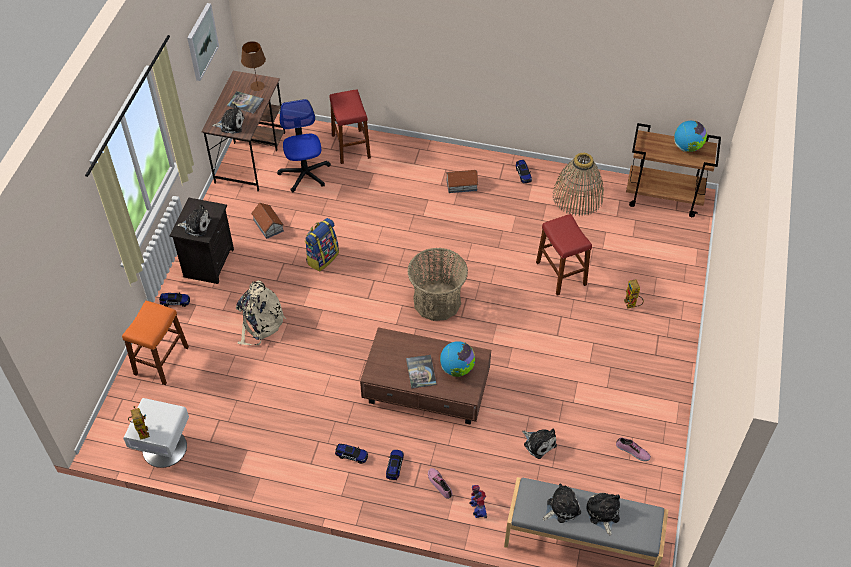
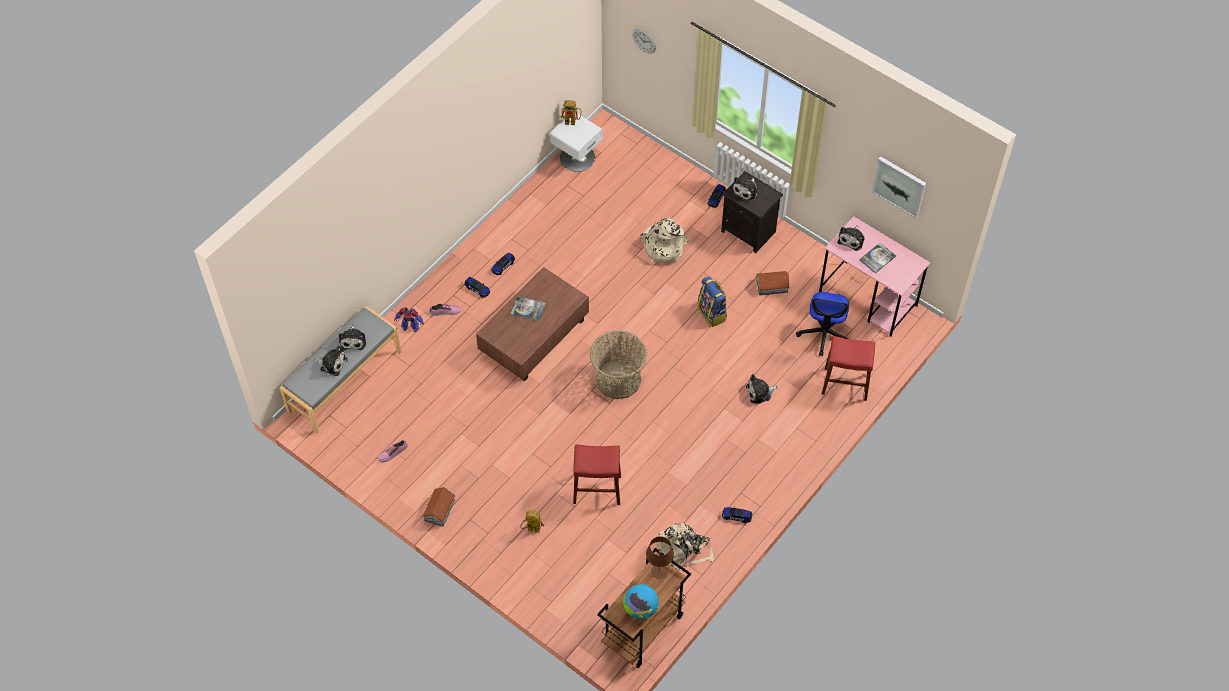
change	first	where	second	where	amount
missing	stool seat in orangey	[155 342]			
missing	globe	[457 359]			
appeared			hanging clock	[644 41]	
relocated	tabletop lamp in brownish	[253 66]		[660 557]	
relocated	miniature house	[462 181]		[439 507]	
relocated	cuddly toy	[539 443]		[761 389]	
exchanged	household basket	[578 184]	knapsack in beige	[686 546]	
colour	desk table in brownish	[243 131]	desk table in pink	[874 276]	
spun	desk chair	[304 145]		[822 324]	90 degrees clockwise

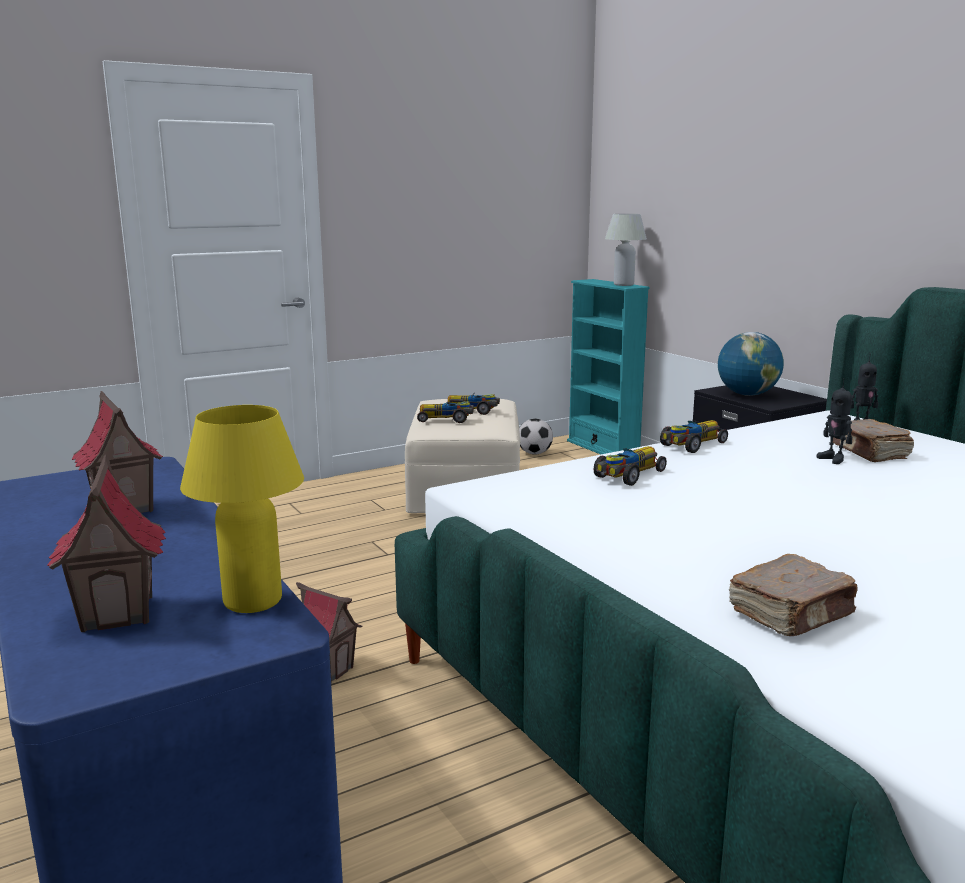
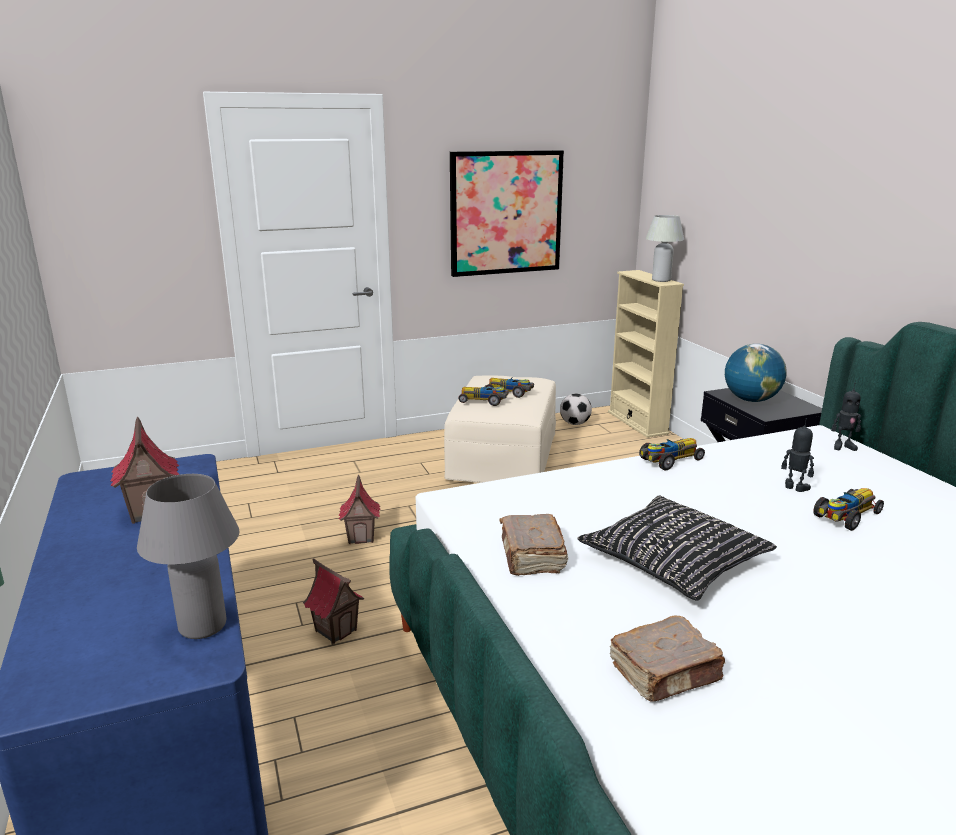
change	first	where	second	where	amount
appeared			wall art	[507 213]	
appeared			cushion in blackish	[677 548]	
relocated	miniature house	[106 543]		[360 509]	
relocated	toy car	[630 466]		[848 509]	
relocated	book in brownish	[873 440]		[534 545]	
colour	tabletop lamp in yellowish	[242 509]	tabletop lamp in gray	[188 556]	
colour	shelving unit in turquoise	[608 367]	shelving unit in beige	[646 354]	
spun	robot figure	[834 421]		[797 455]	150 degrees clockwise

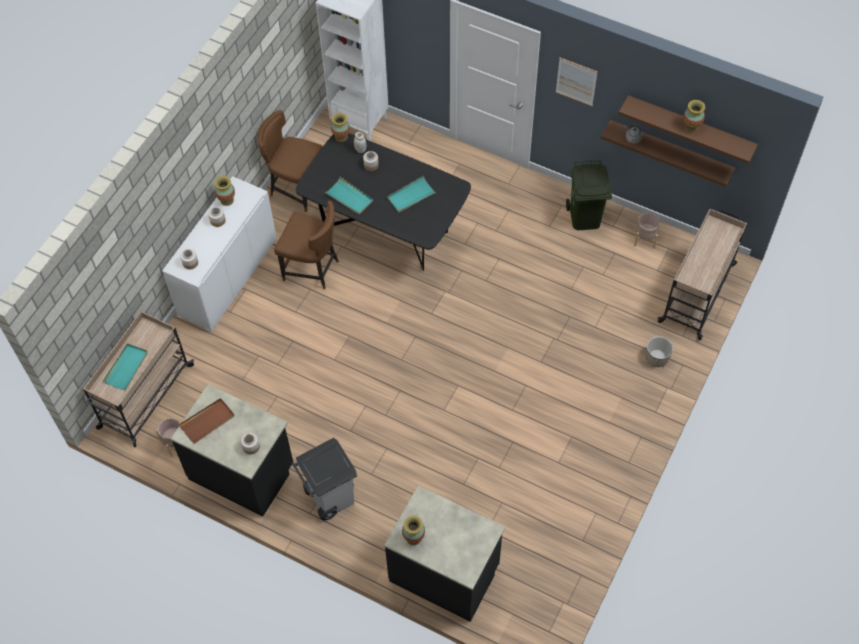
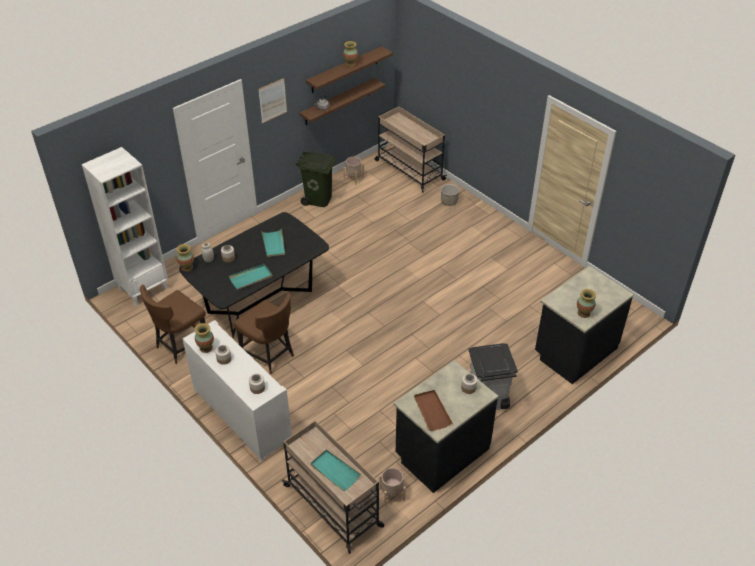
change	first	where	second	where	amount
spun	upright chair in brownish	[306 245]		[263 333]	90 degrees clockwise

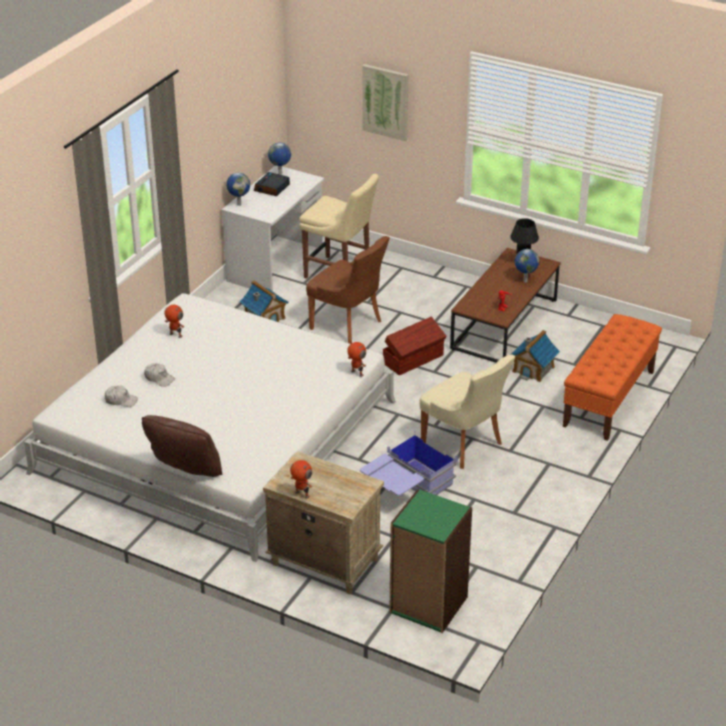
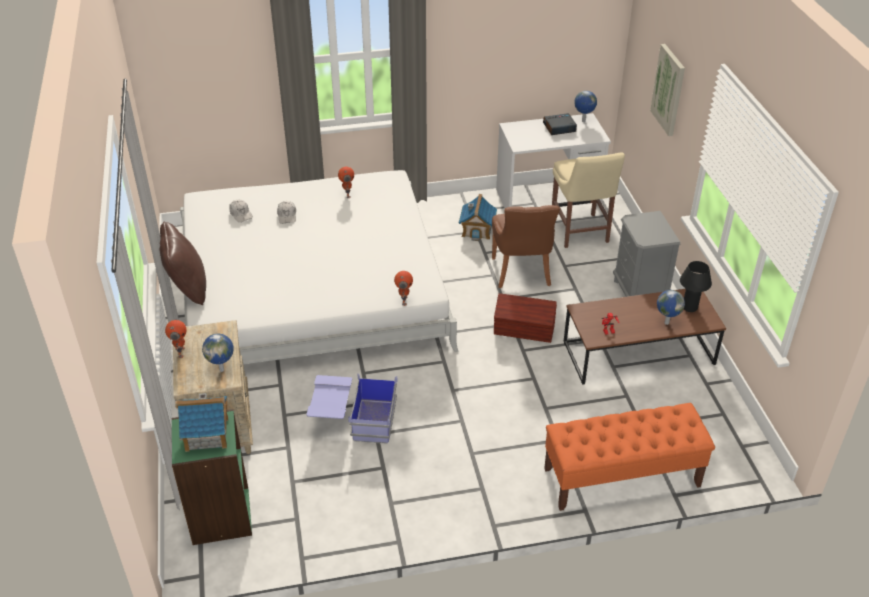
change	first	where	second	where	amount
missing	upright chair in beige	[467 411]			
appeared			nightstand in gray	[646 254]	
relocated	globe	[238 189]		[218 353]	
relocated	miniature house	[535 356]		[201 422]	

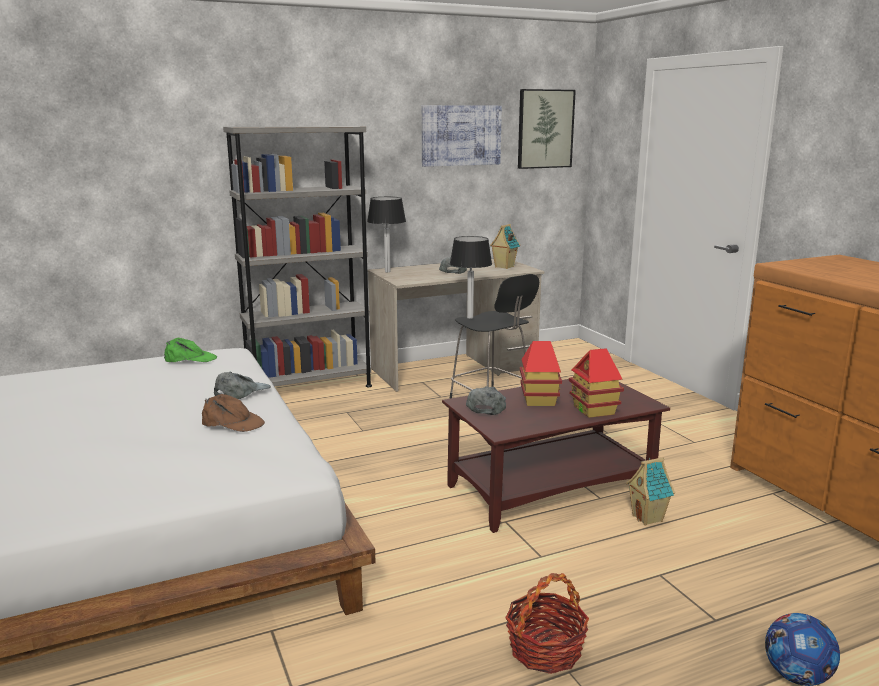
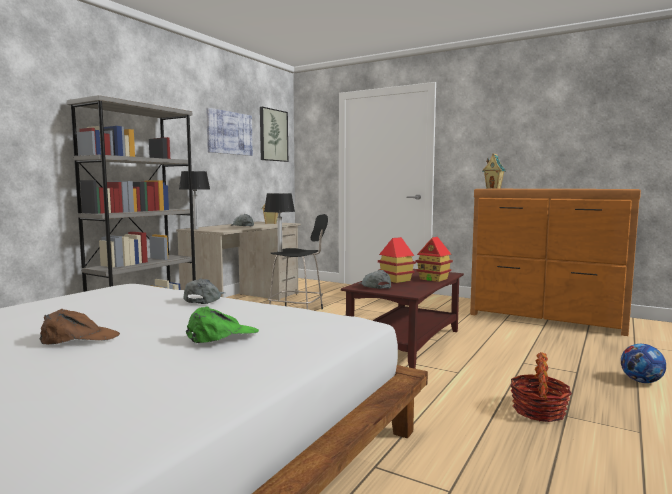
change	first	where	second	where	amount
relocated	peaked cap in green-coloured	[190 350]		[222 324]	
relocated	peaked cap in brownish	[233 413]		[80 326]	
relocated	miniature house	[650 491]		[494 171]	

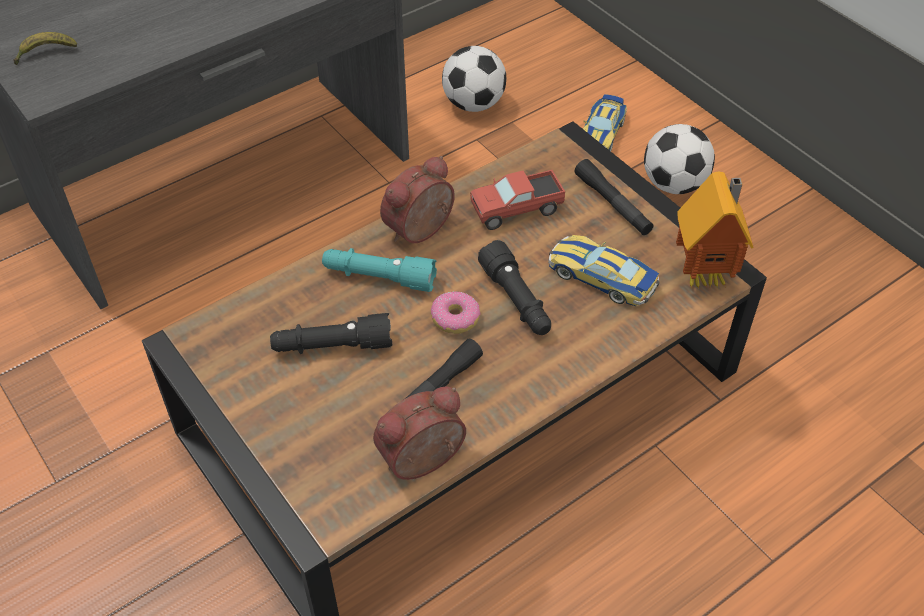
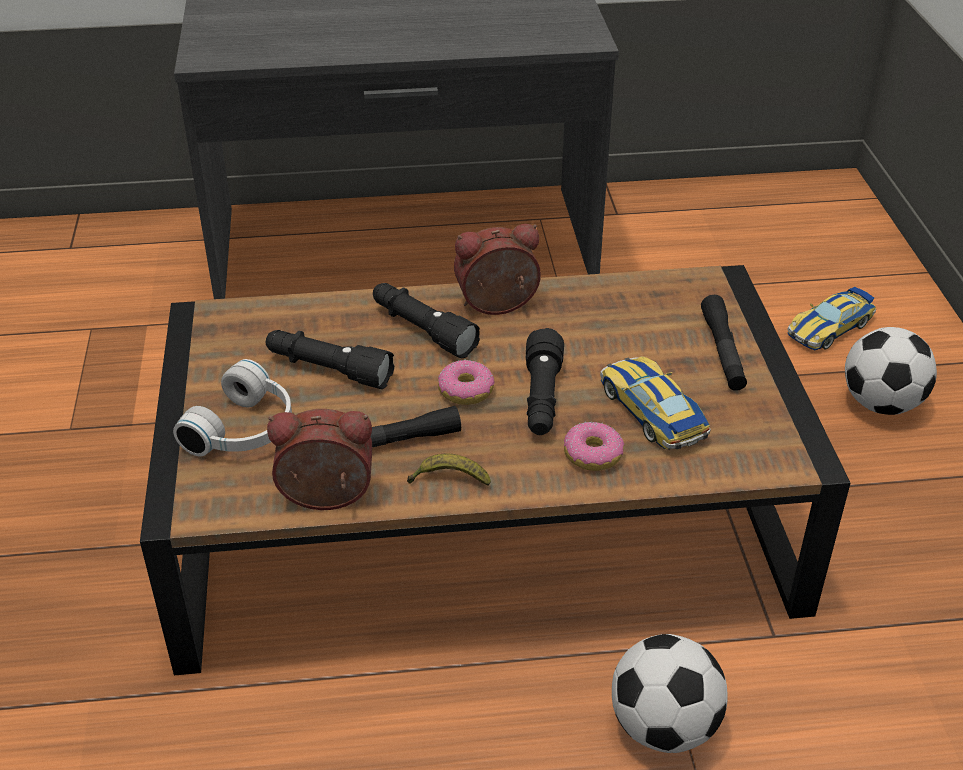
change	first	where	second	where	amount
missing	toy lorry	[517 200]			
missing	miniature house	[715 230]			
appeared			headset in white-coloured	[232 408]	
appeared			ring doughnut	[594 446]	
relocated	banana fruit	[45 48]		[449 469]	
relocated	ball for football	[474 79]		[670 693]	
colour	torch in turquoise	[379 270]	torch in blackish	[426 320]	

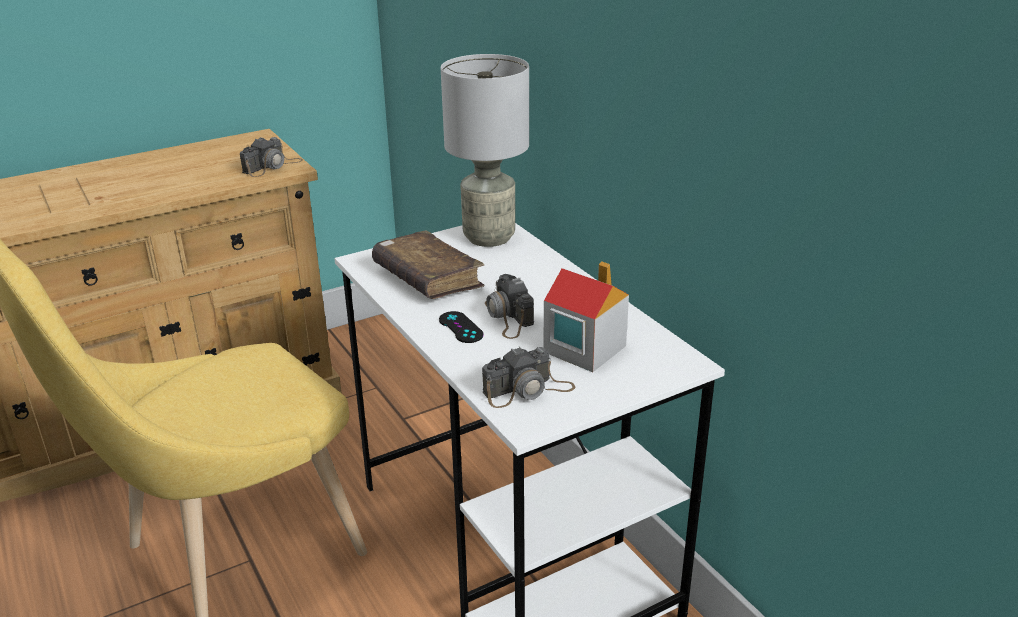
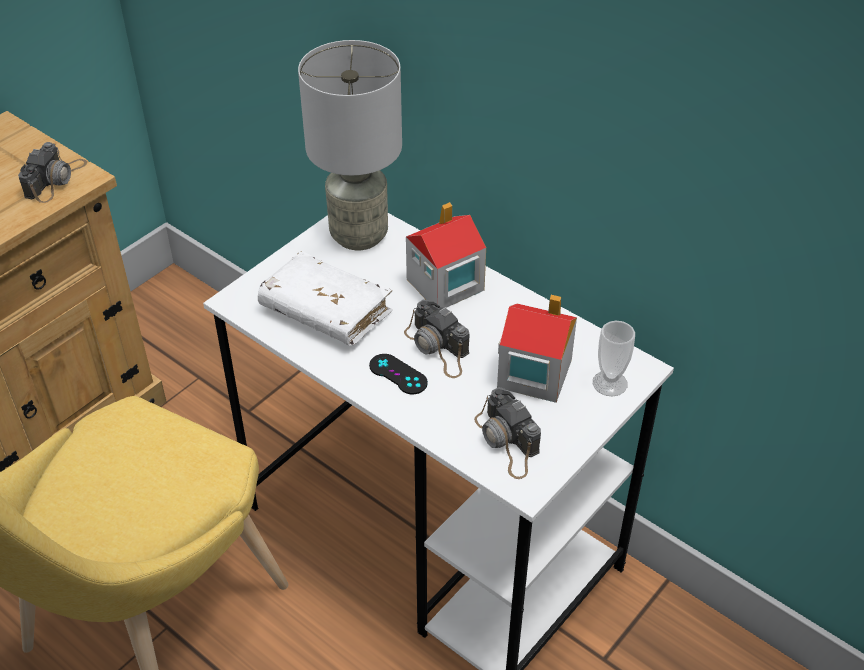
change	first	where	second	where	amount
appeared			miniature house	[446 255]	
appeared			drinking cup	[614 358]	
colour	book in brownish	[428 264]	book in white-coloured	[325 298]	
spun	still camera	[529 377]		[507 433]	105 degrees clockwise

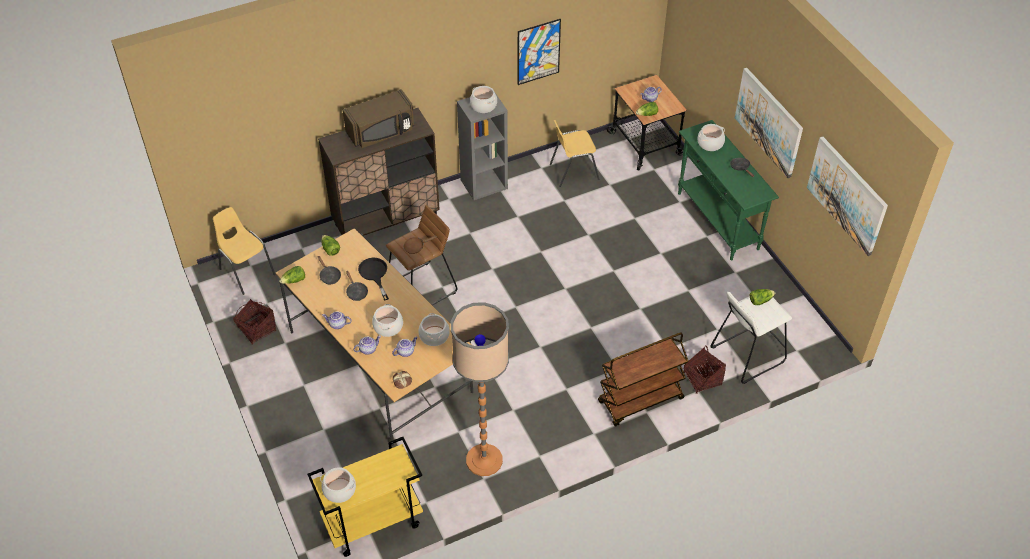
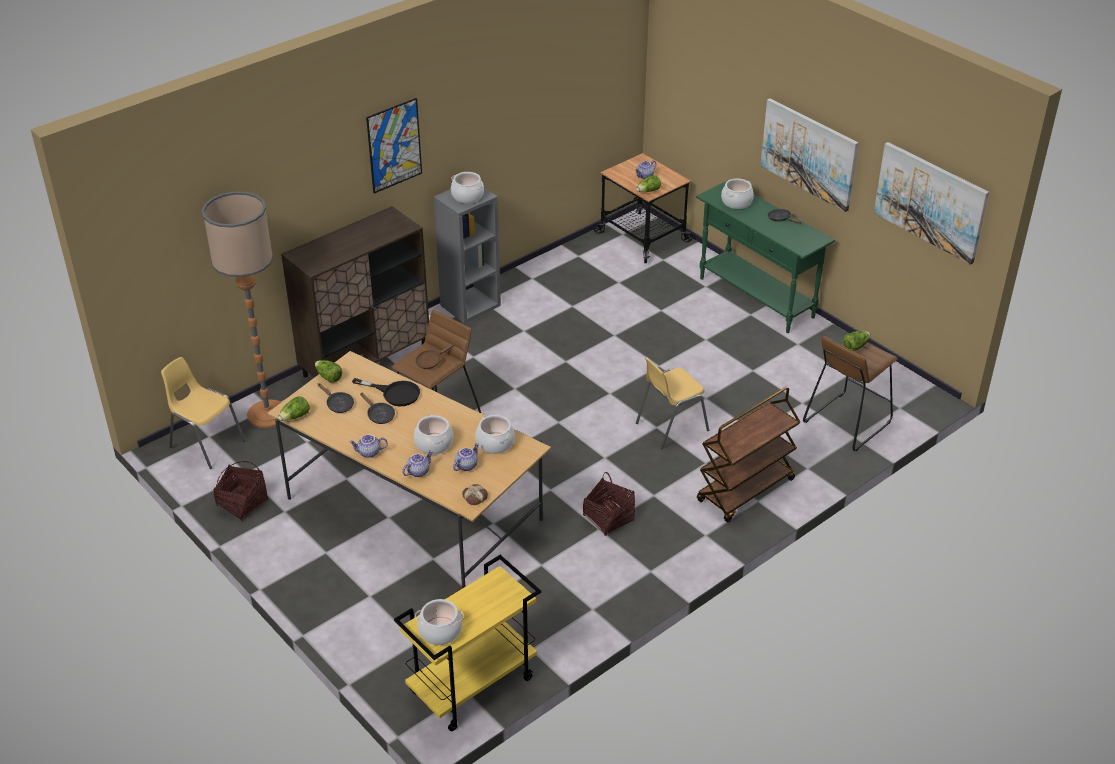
change	first	where	second	where	amount
missing	microwave oven in brownish	[378 118]			
relocated	floor lamp	[480 389]		[241 309]	
relocated	wall art	[539 52]		[394 146]	
relocated	upright chair in yellowish	[574 153]		[672 403]	
relocated	household basket	[704 369]		[609 504]	
colour	stool seat in white-coloured	[751 338]	stool seat in brownish	[850 393]	
spun	skillet in blackish	[373 279]		[386 392]	150 degrees clockwise

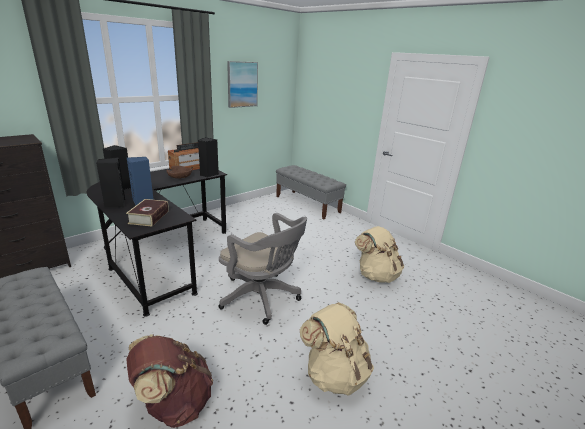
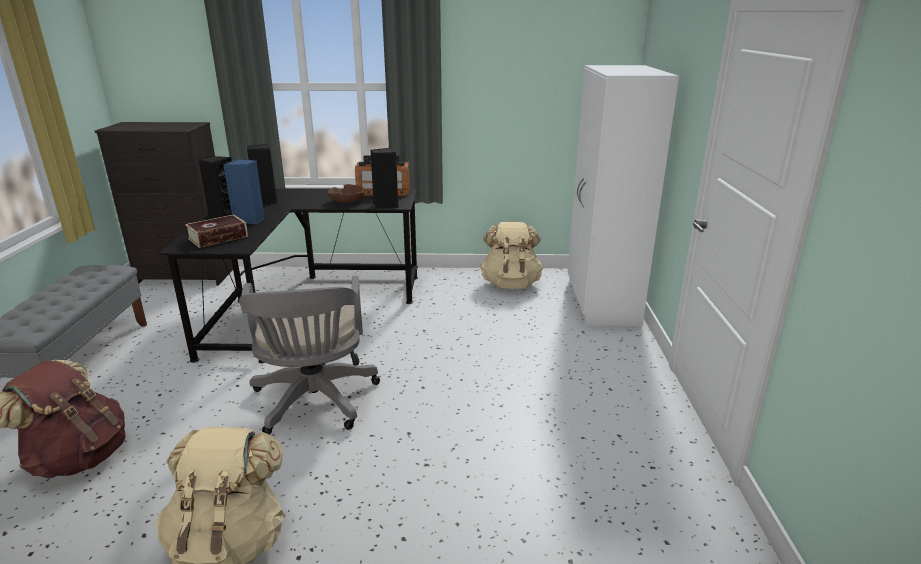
change	first	where	second	where	amount
missing	wall art	[242 84]			
relocated	knapsack in beige	[379 254]		[512 255]	
exchanged	long seat in gray	[311 192]	wardrobe in white-coloured	[623 195]	

